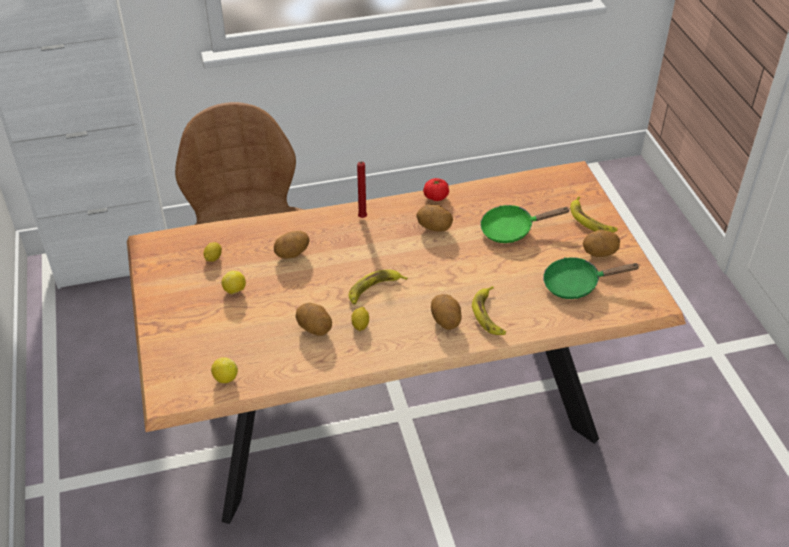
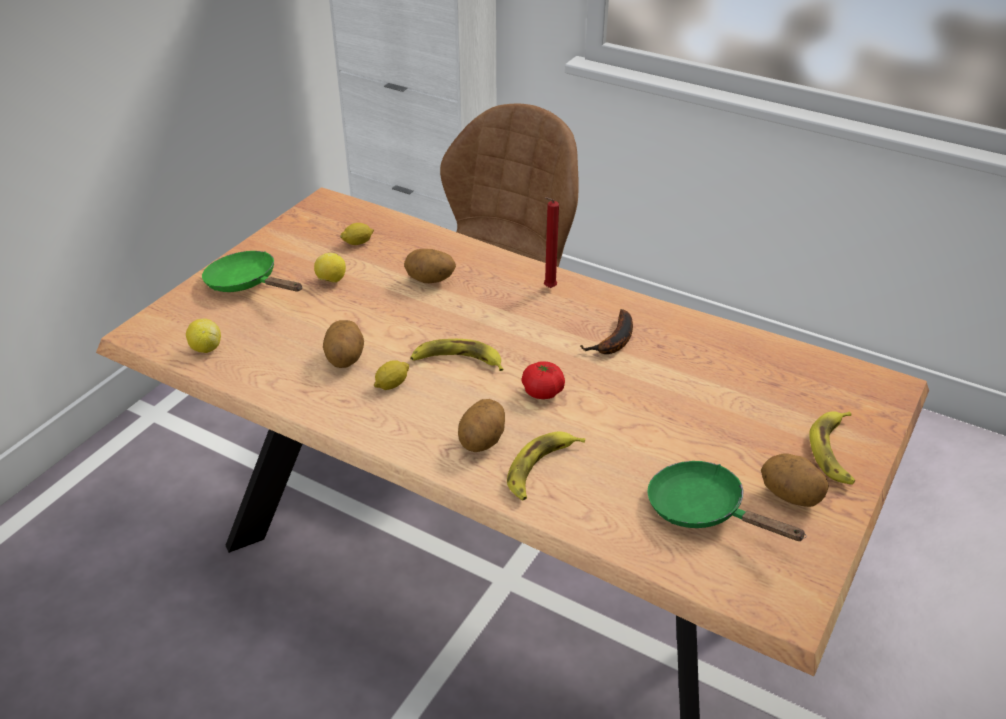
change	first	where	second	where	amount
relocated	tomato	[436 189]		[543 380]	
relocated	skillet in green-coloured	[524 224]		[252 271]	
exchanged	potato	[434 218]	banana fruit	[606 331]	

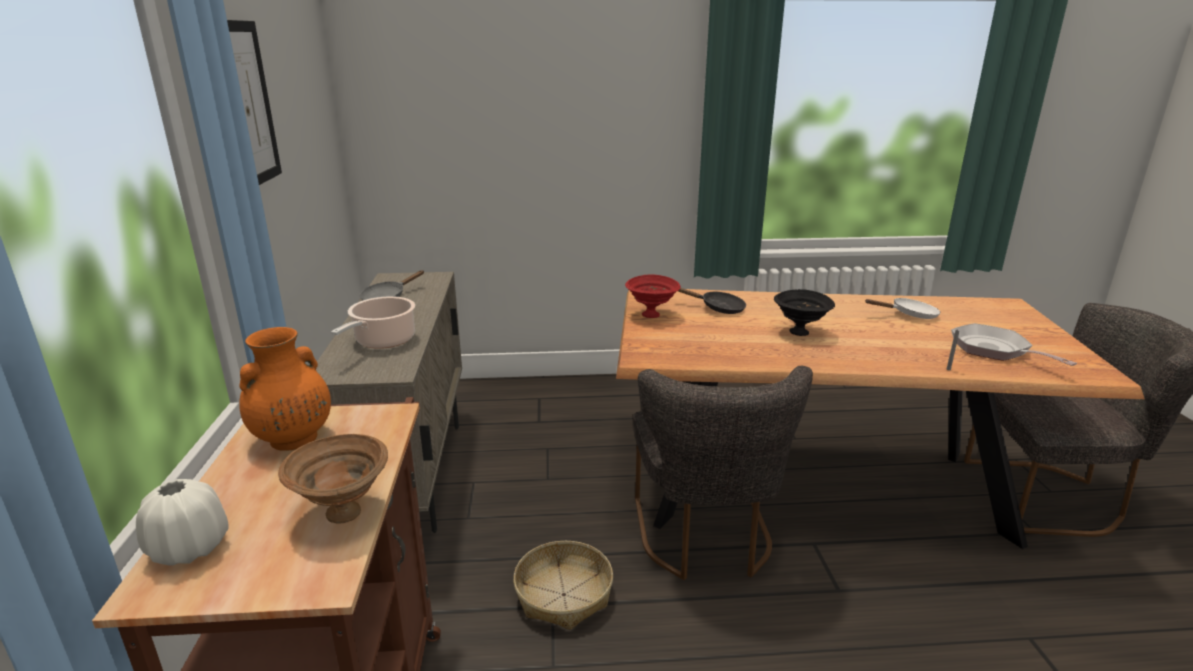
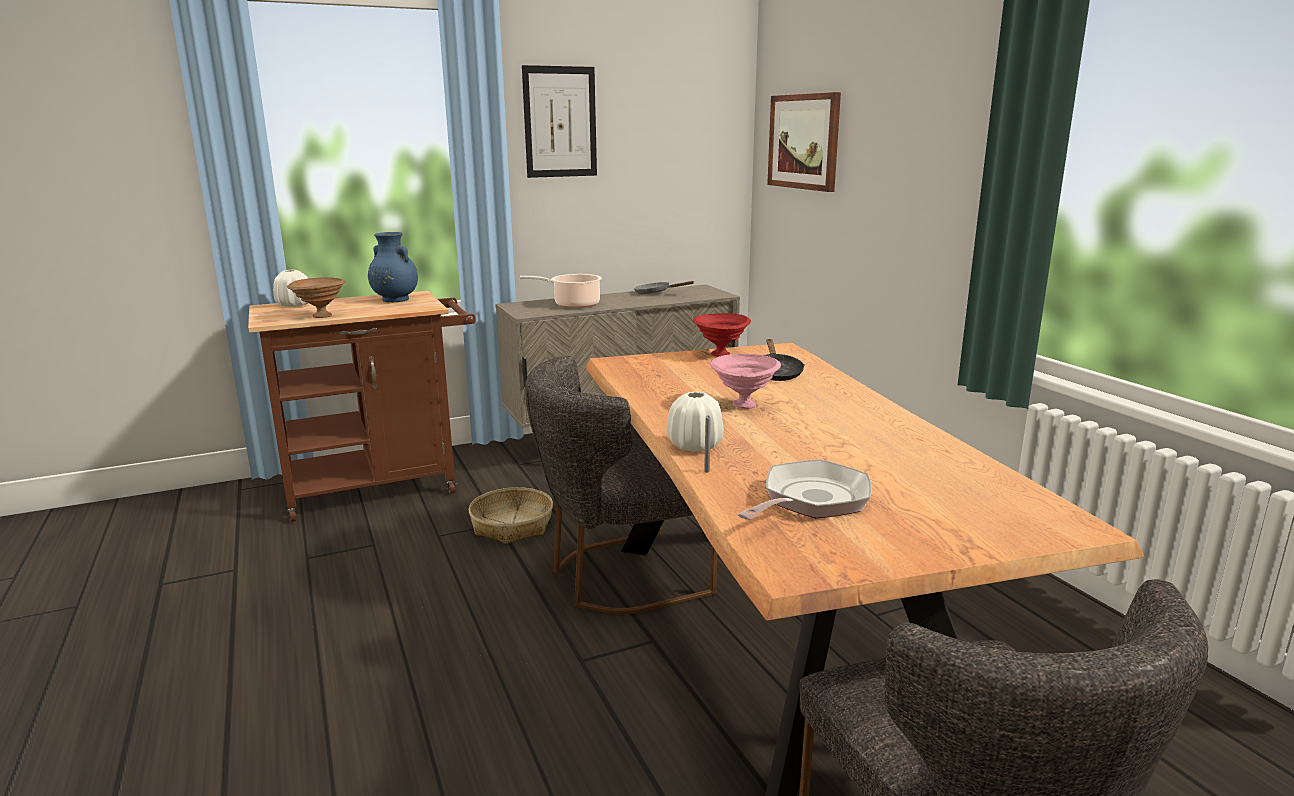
change	first	where	second	where	amount
missing	skillet in white-coloured	[903 308]			
appeared			flower vase in white-coloured	[695 421]	
appeared			wall art	[804 142]	
colour	flower vase in orangey	[285 389]	flower vase in blue-coloured	[393 267]	
colour	deep dish in blackish	[804 312]	deep dish in pink	[745 381]	

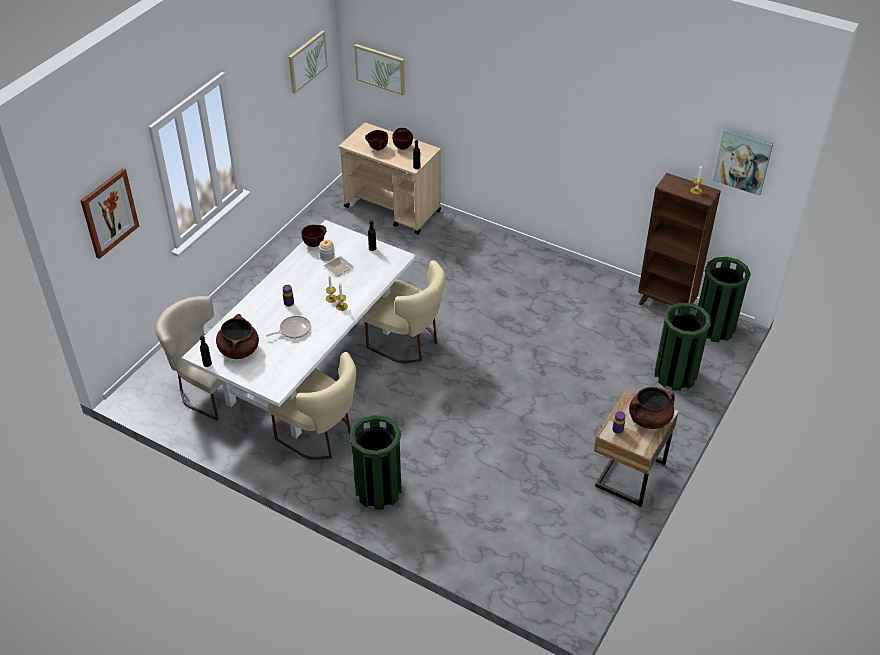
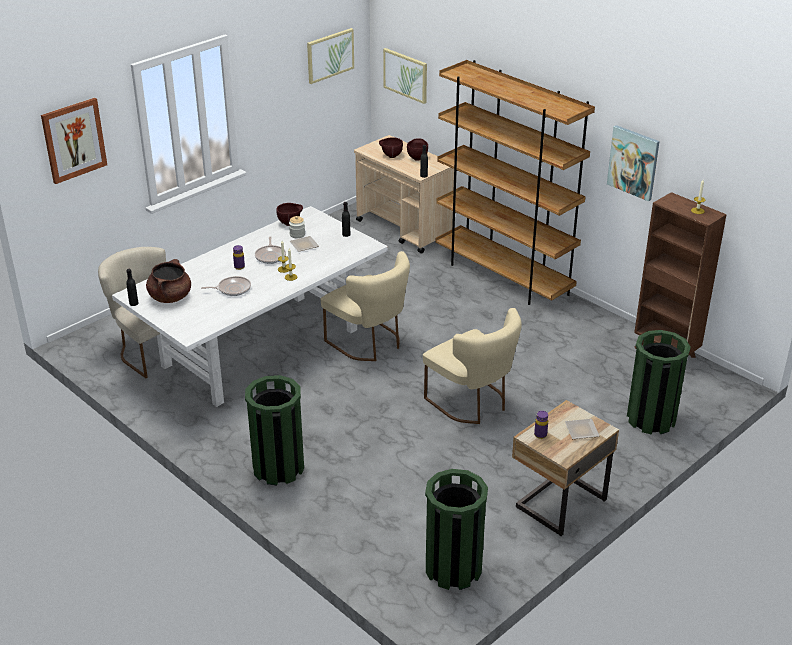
change	first	where	second	where	amount
appeared			skillet	[270 250]	
appeared			shelving unit in brownish	[515 182]	
relocated	upright chair in beige	[312 406]		[472 366]	
relocated	trash can in green-coloured	[724 299]		[456 529]	
relocated	wall art	[743 162]		[633 163]	
exchanged	saucepot in brownish	[652 408]	flat dish	[582 429]	

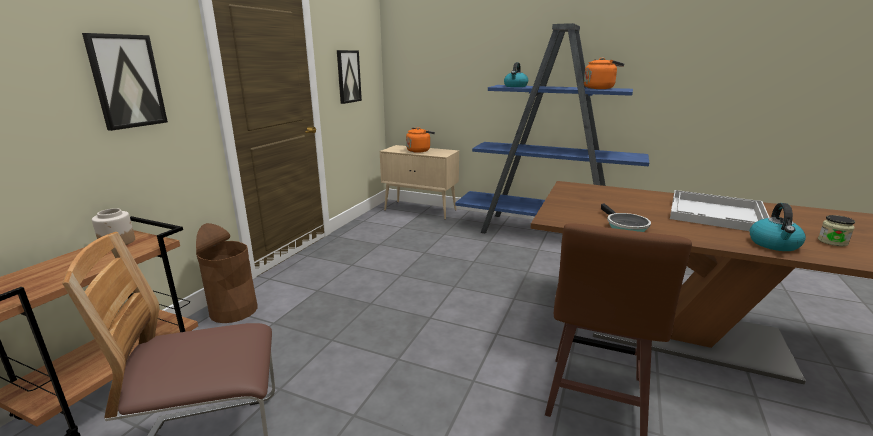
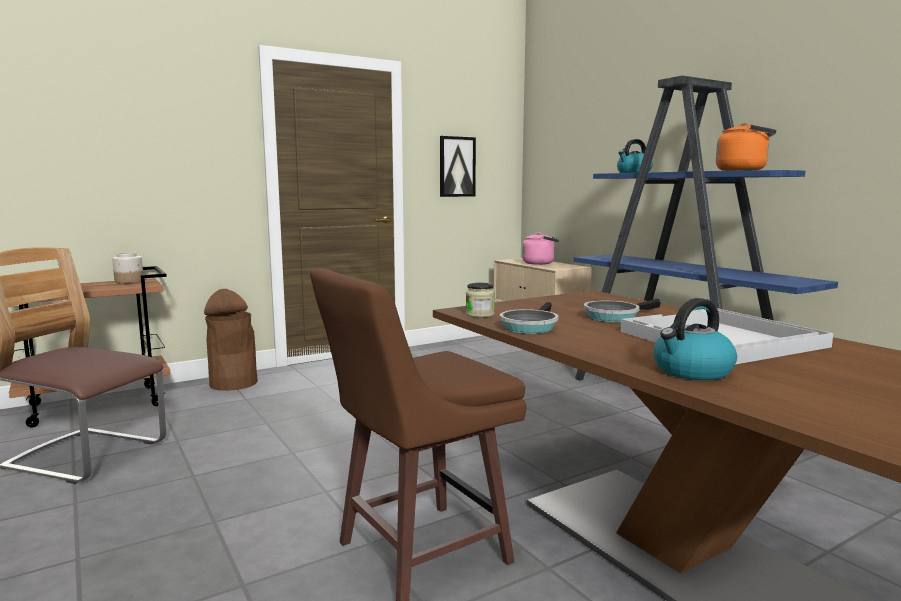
change	first	where	second	where	amount
missing	wall art	[125 82]			
appeared			skillet	[622 310]	
relocated	preserve jar	[836 230]		[480 300]	
colour	kettle in orangey	[420 139]	kettle in pink	[540 248]	

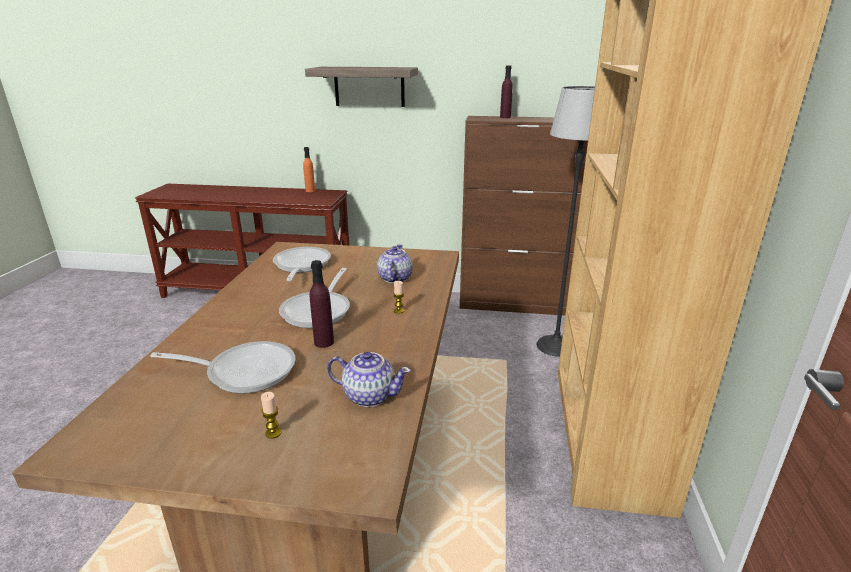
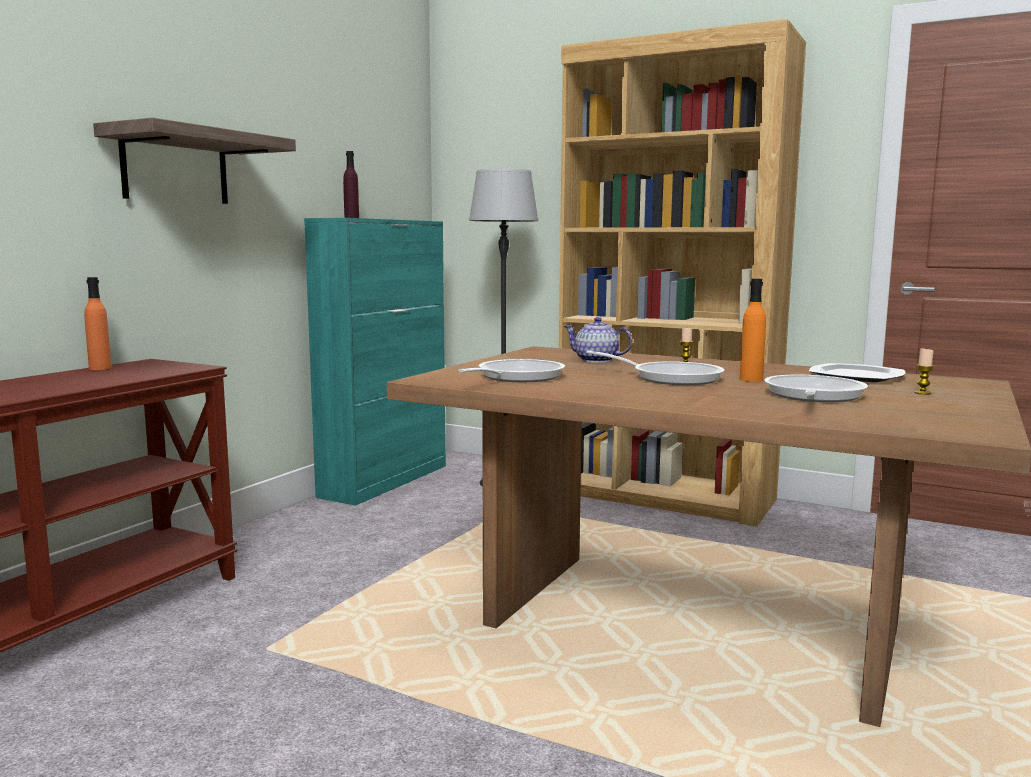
change	first	where	second	where	amount
exchanged	pot for tea	[369 379]	flat dish	[857 372]	
colour	bottle in purple-coloured	[322 304]	bottle in orangey	[753 330]	
colour	cabinet in brownish	[524 216]	cabinet in turquoise	[375 362]	
spun	skillet	[302 264]		[511 370]	105 degrees clockwise

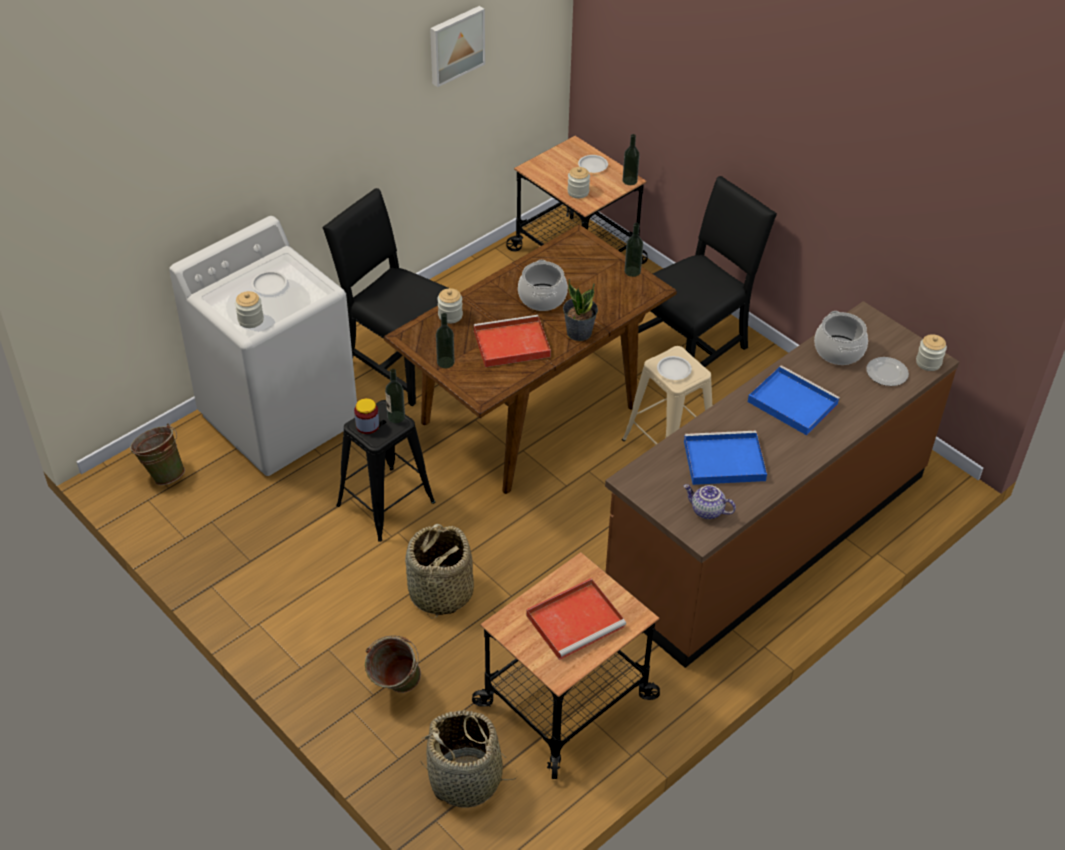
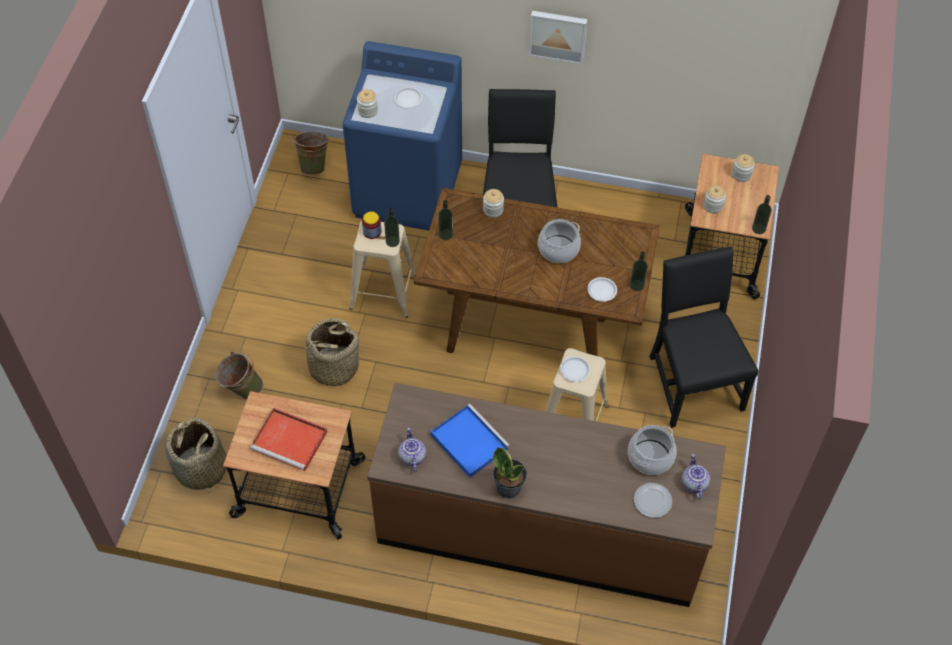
change	first	where	second	where	amount
missing	tray in reddish	[512 341]			
missing	tray in blue-coloured	[794 400]			
appeared			pot for tea	[696 477]	
relocated	wall art	[457 46]		[558 37]	
relocated	plant in a pot	[580 310]		[510 473]	
relocated	flat dish in white-coloured	[593 164]		[602 289]	
relocated	preserve jar	[931 352]		[743 168]	
colour	laundry appliance in white-coloured	[263 346]	laundry appliance in blue-coloured	[402 136]	
colour	stool seat in blackish	[385 471]	stool seat in beige	[382 269]	
spun	upright chair in blackish	[707 271]		[703 337]	120 degrees counterclockwise

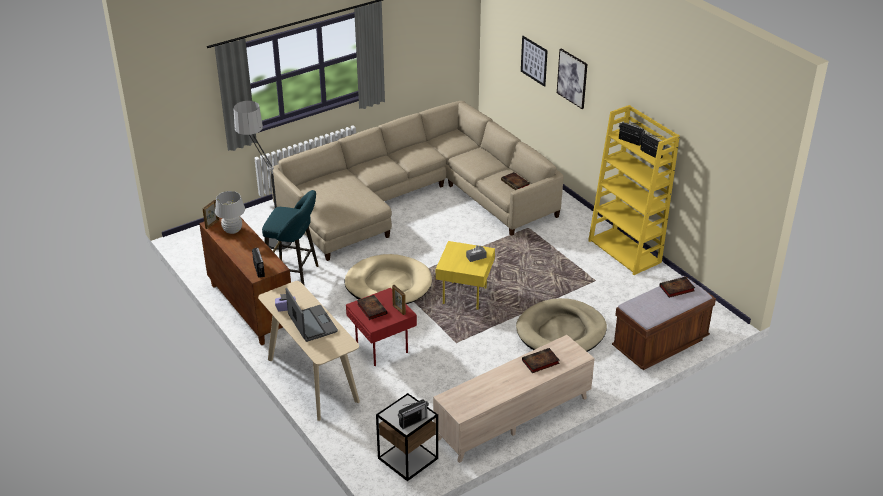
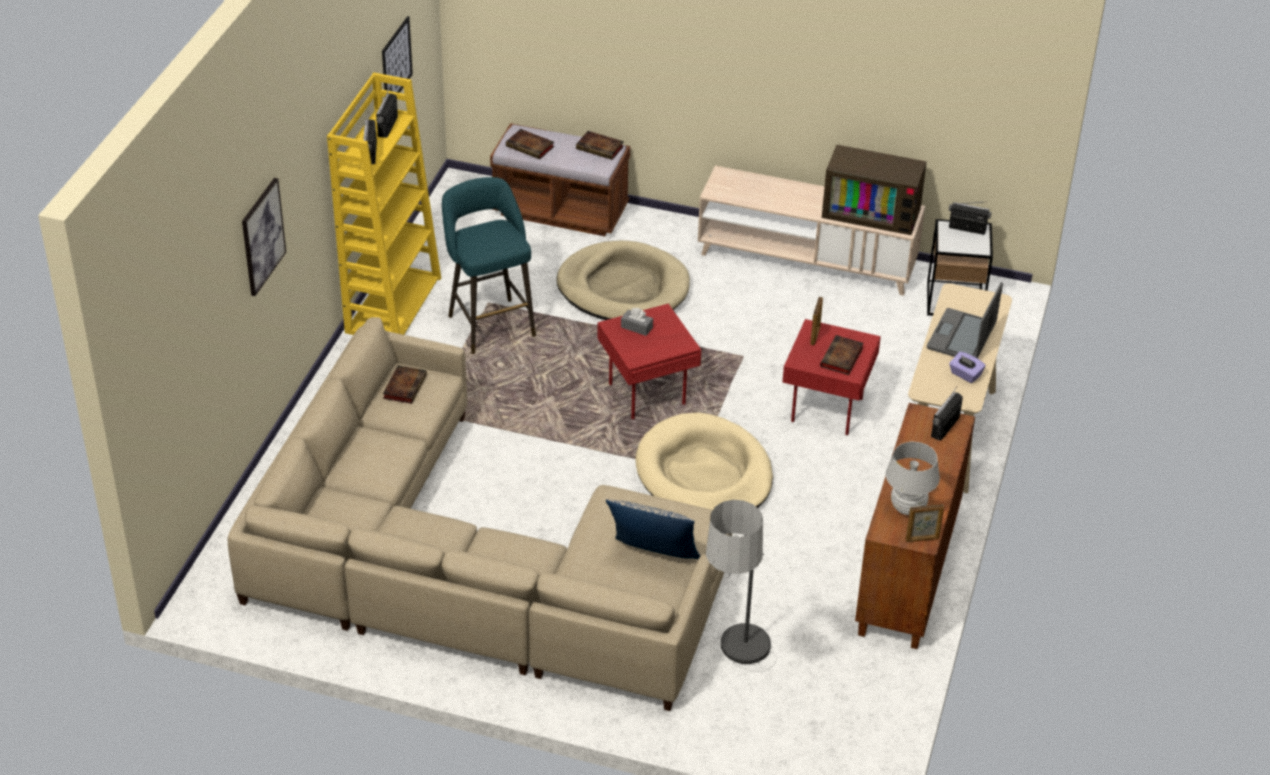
change	first	where	second	where	amount
appeared			cushion	[653 529]	
appeared			television	[874 190]	
relocated	stool seat in turquoise	[290 238]		[489 265]	
relocated	wall art	[534 61]		[397 54]	
relocated	book	[541 360]		[600 145]	
colour	end table in yellowish	[465 275]	end table in reddish	[649 361]	

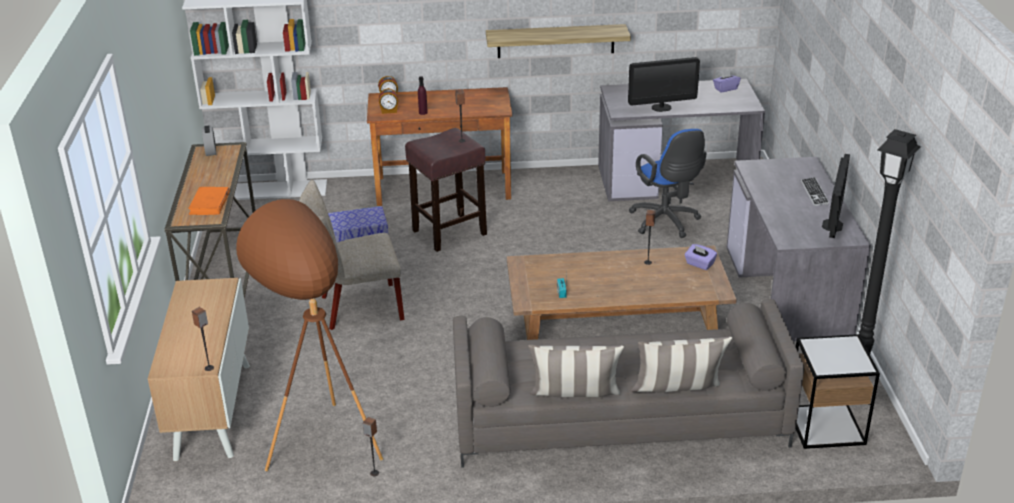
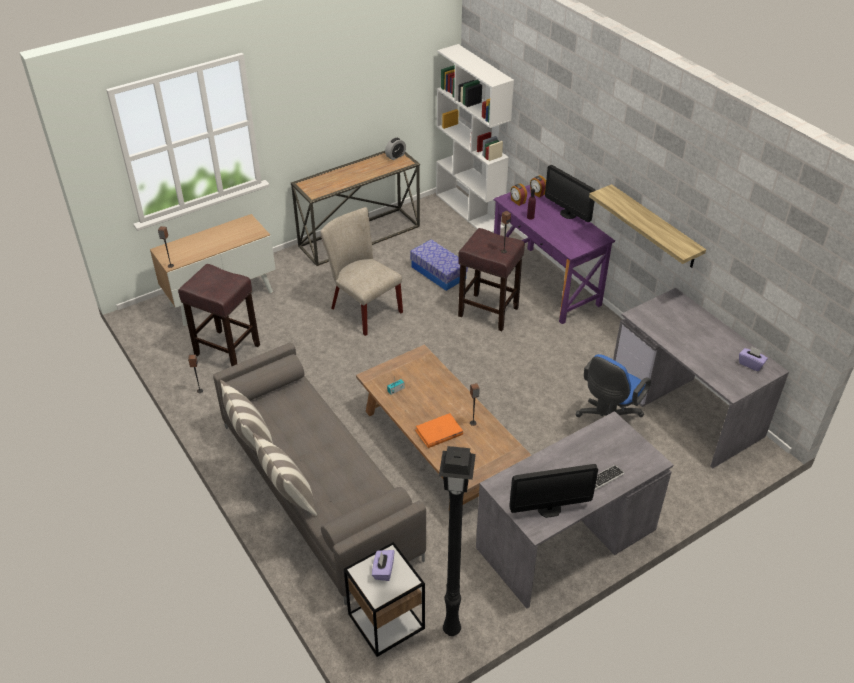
change	first	where	second	where	amount
relocated	book in orangey	[209 201]		[439 430]	
relocated	computer display	[664 84]		[570 193]	
relocated	tissue box in purple-coloured	[701 257]		[383 565]	
exchanged	floor lamp in brownish	[309 335]	stool seat in brownish	[219 315]	
colour	desk table in brownish	[439 146]	desk table in purple-coloured	[554 254]	

